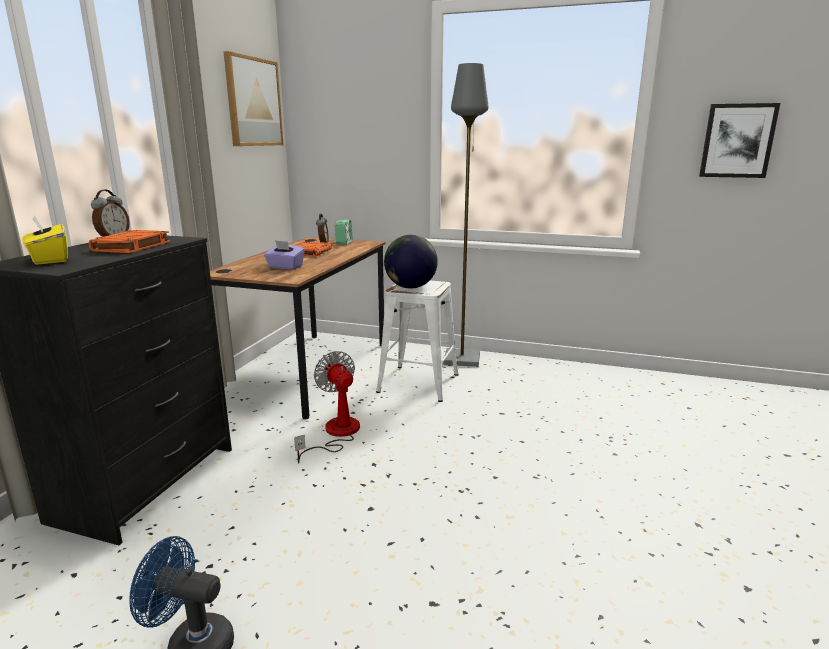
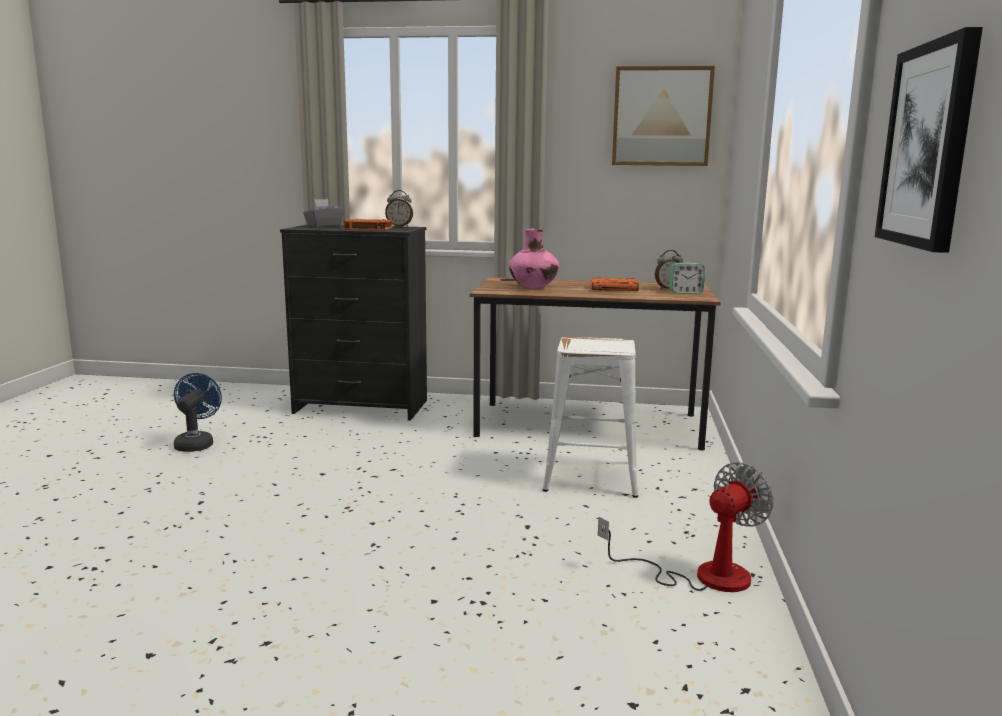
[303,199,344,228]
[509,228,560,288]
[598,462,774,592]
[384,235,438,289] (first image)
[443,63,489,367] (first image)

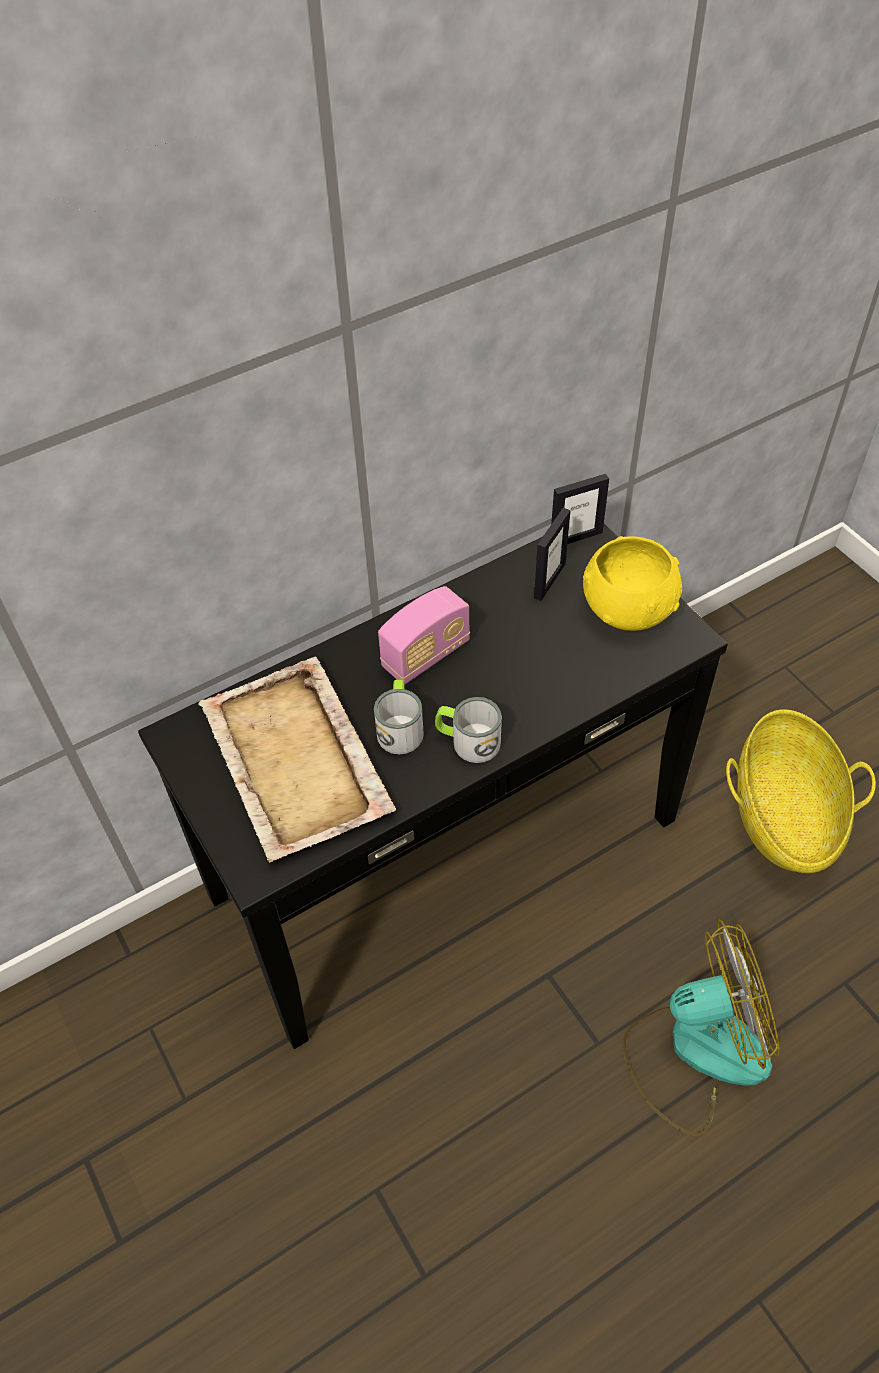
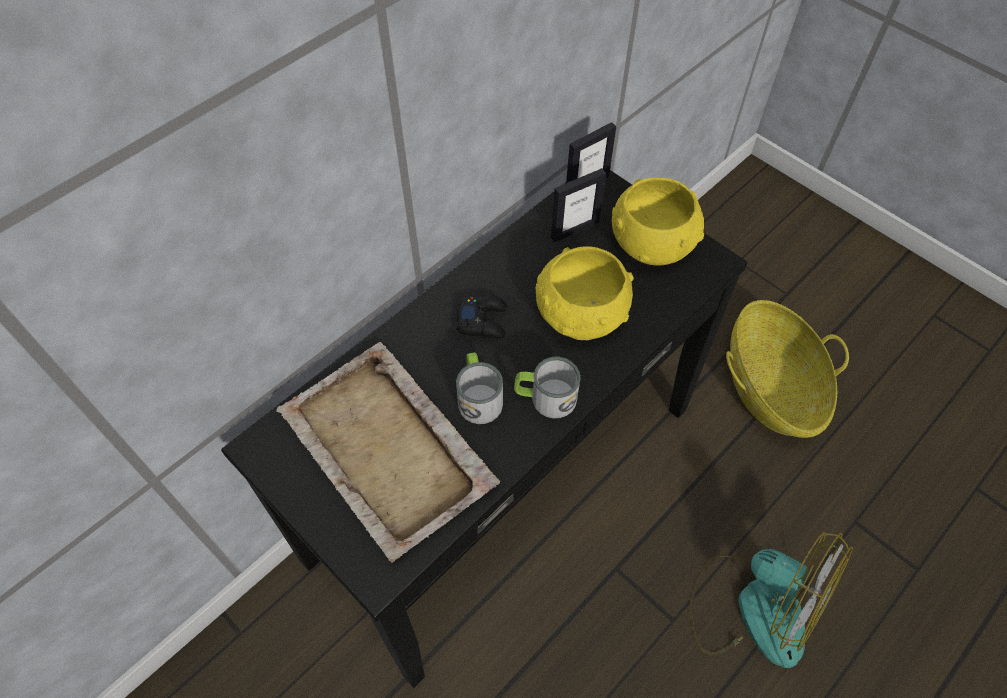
[456,295,507,339]
[536,246,634,340]
[551,168,606,242]
[689,532,853,668]

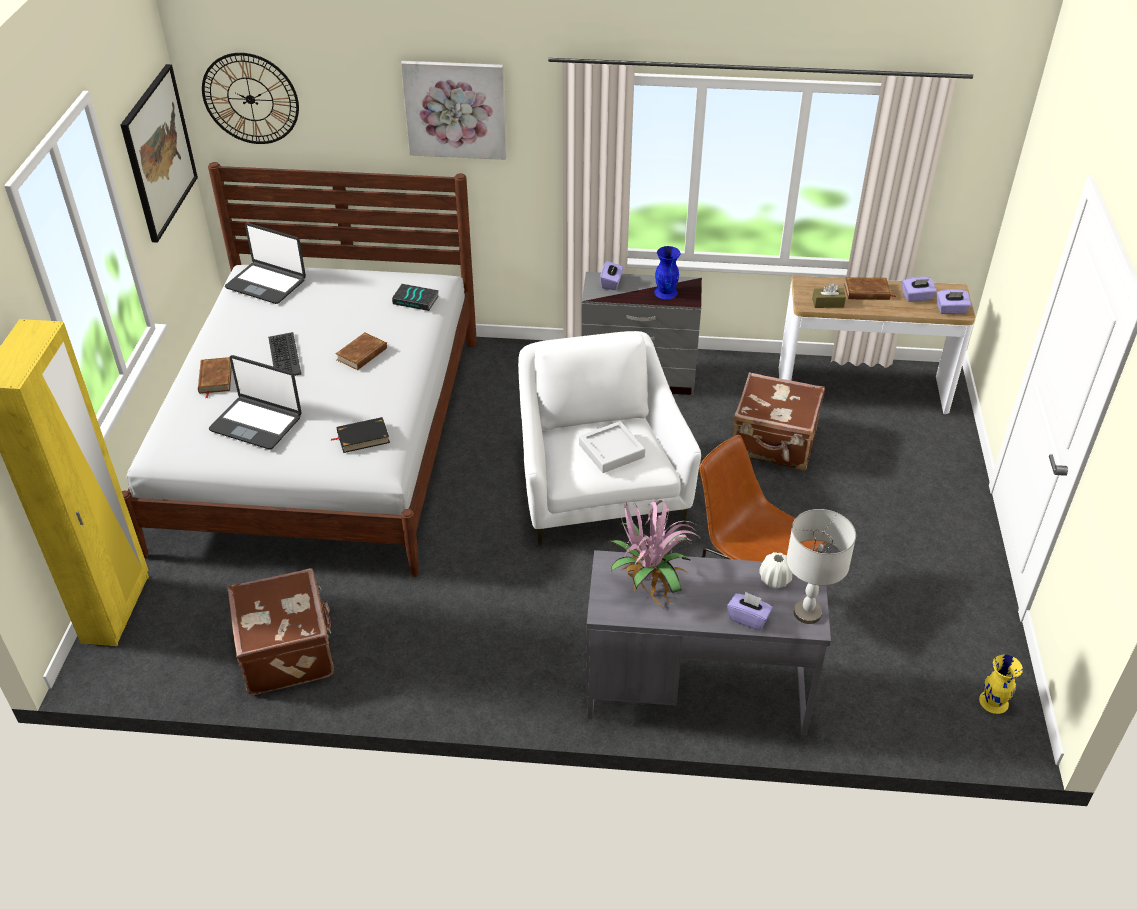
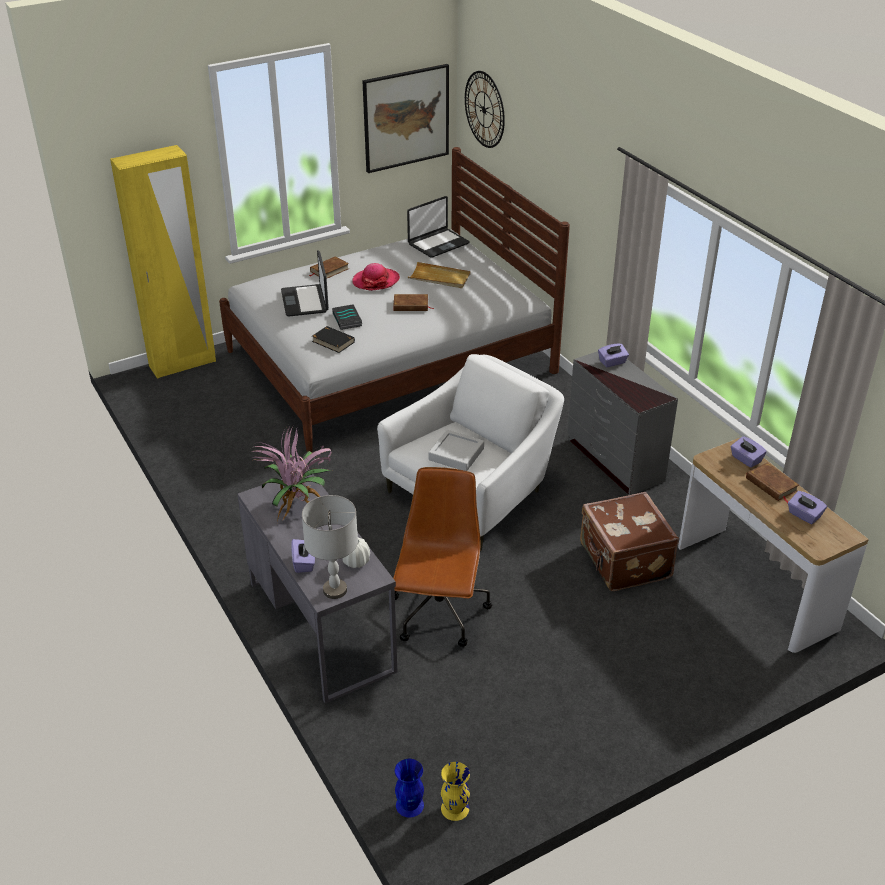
[332,304,362,330]
[352,263,400,291]
[395,759,424,818]
[407,196,470,258]
[408,262,471,288]
[731,436,767,468]
[227,568,334,695] (first image)
[401,61,507,160] (first image)
[812,283,846,308] (first image)

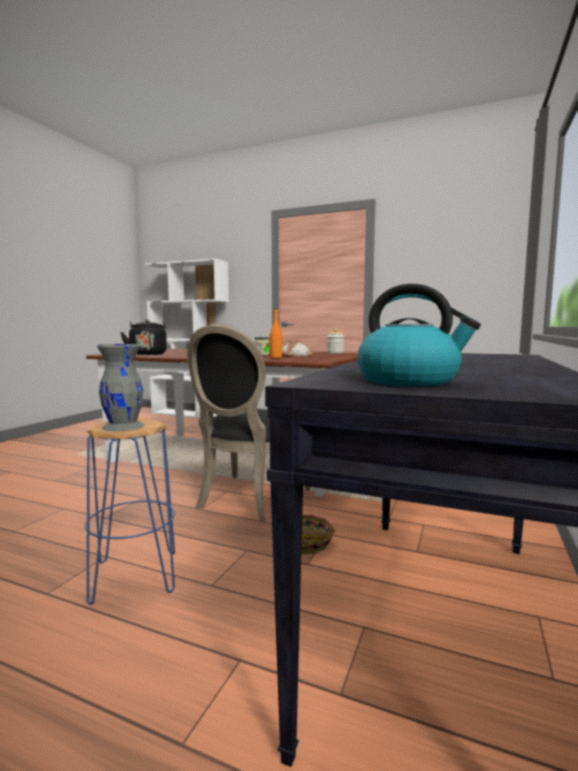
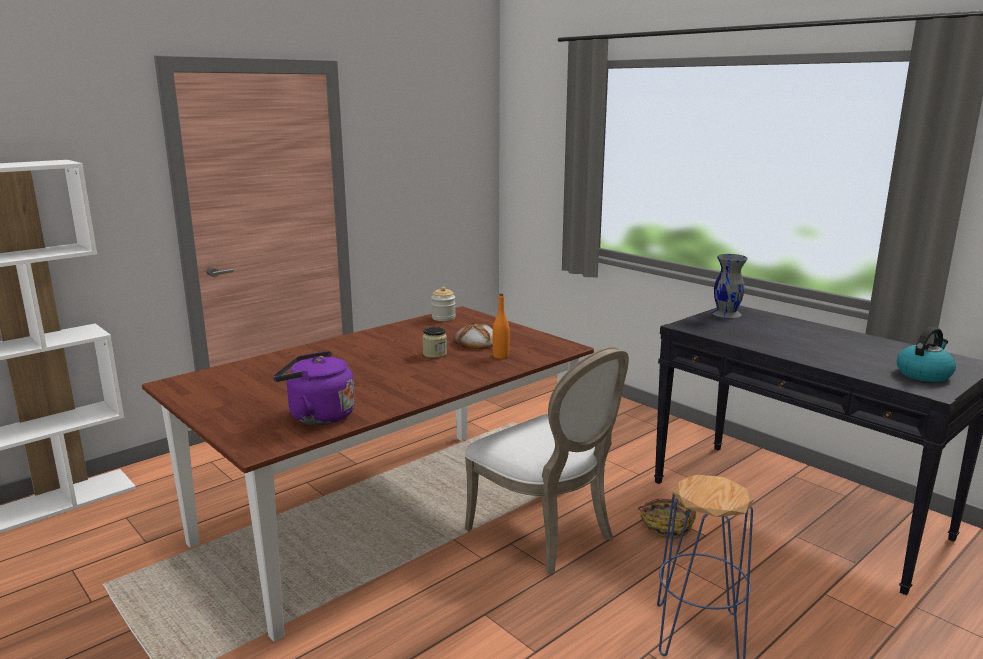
[273,351,355,425]
[465,347,629,575]
[712,254,748,318]

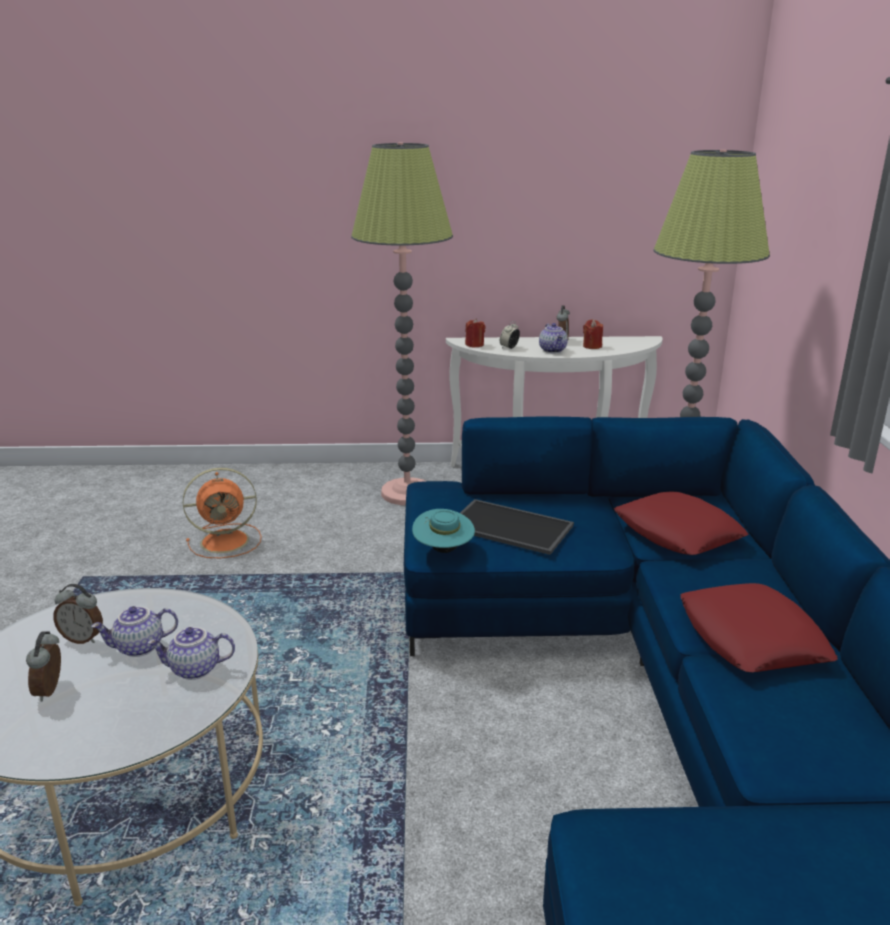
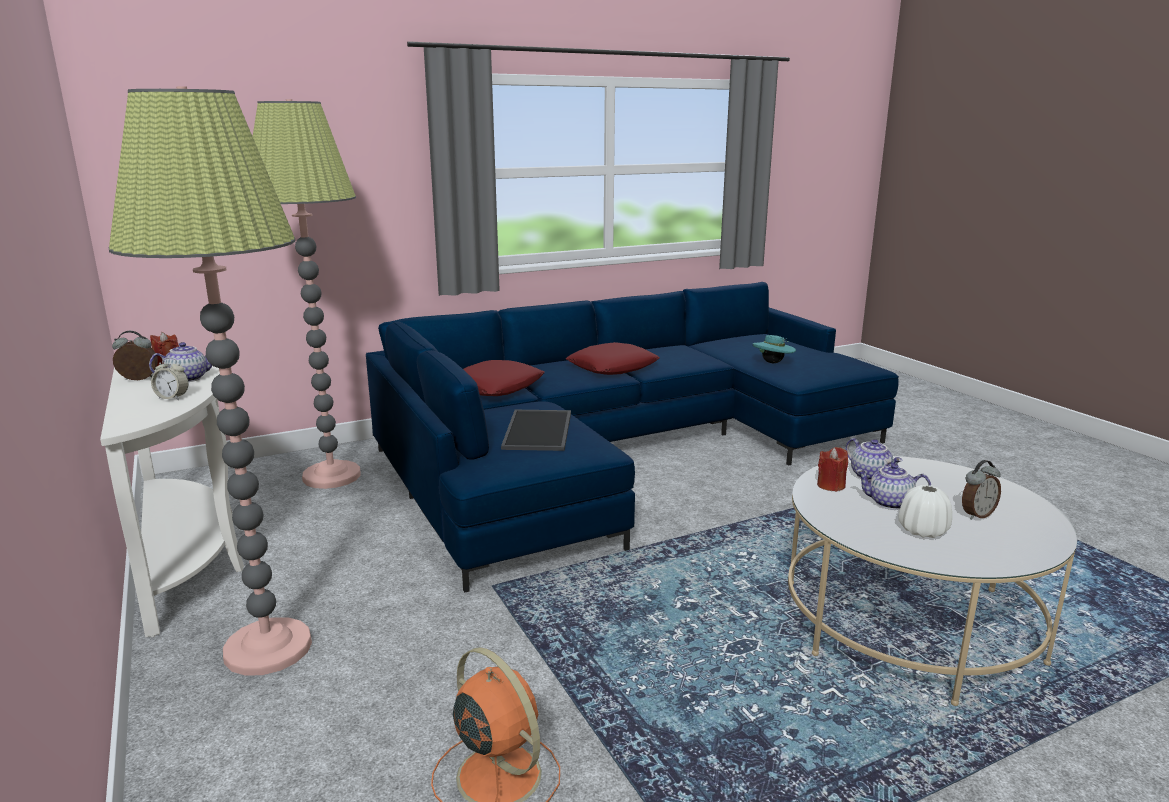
[753,335,796,363]
[817,447,848,492]
[856,463,931,510]
[898,485,952,538]

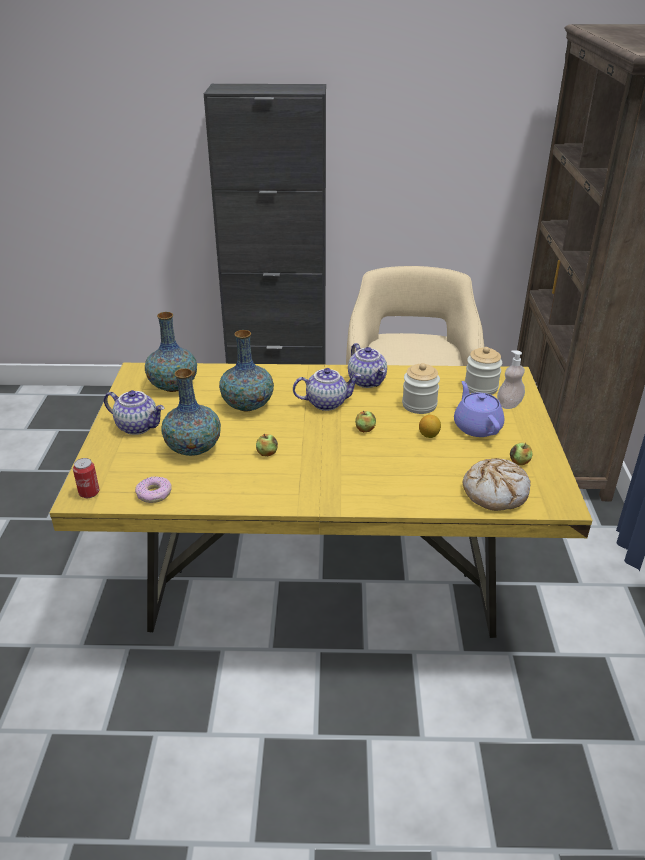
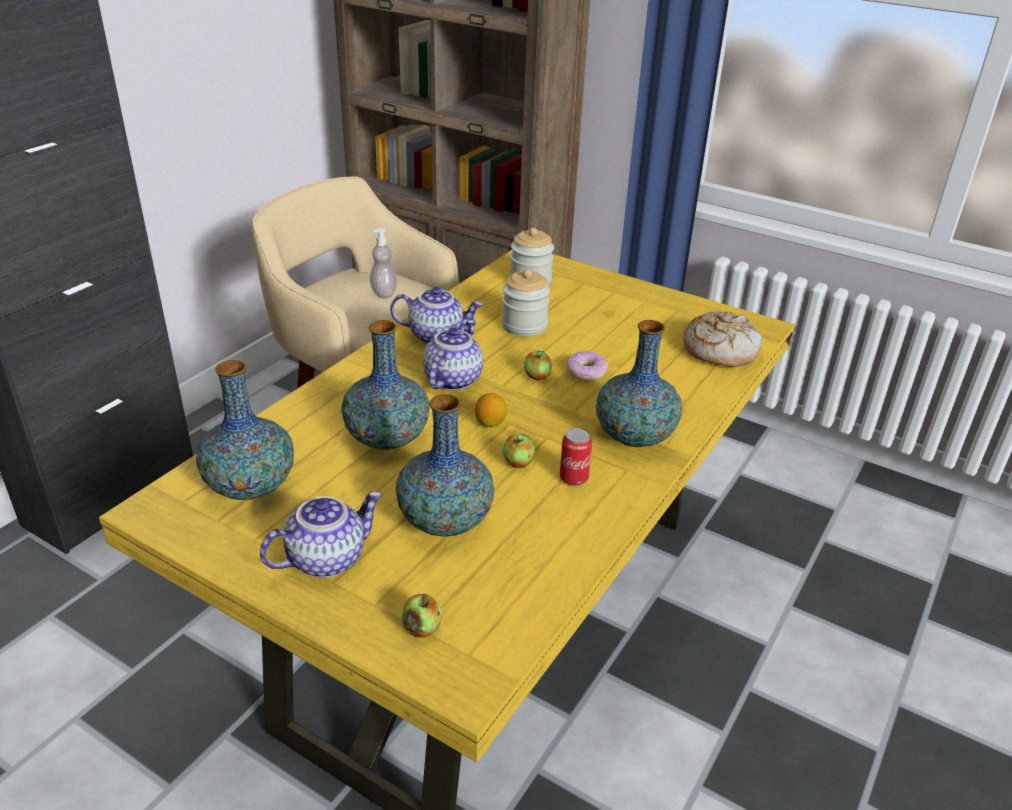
[370,228,397,298]
[401,594,442,638]
[475,393,507,427]
[560,428,592,486]
[566,351,608,381]
[596,320,682,447]
[454,381,504,437] (first image)

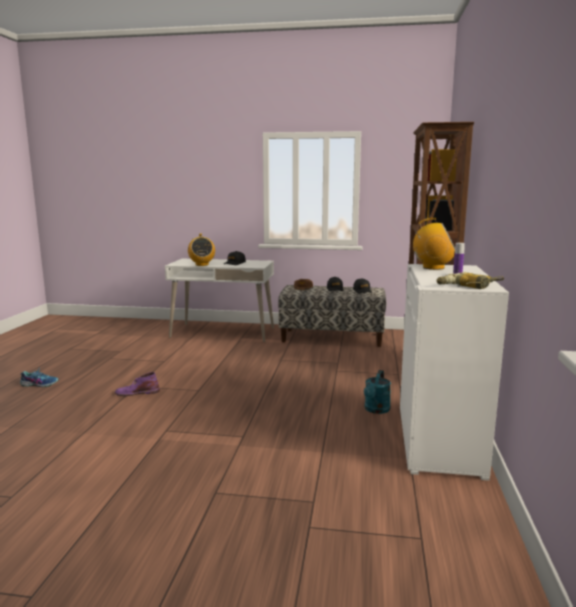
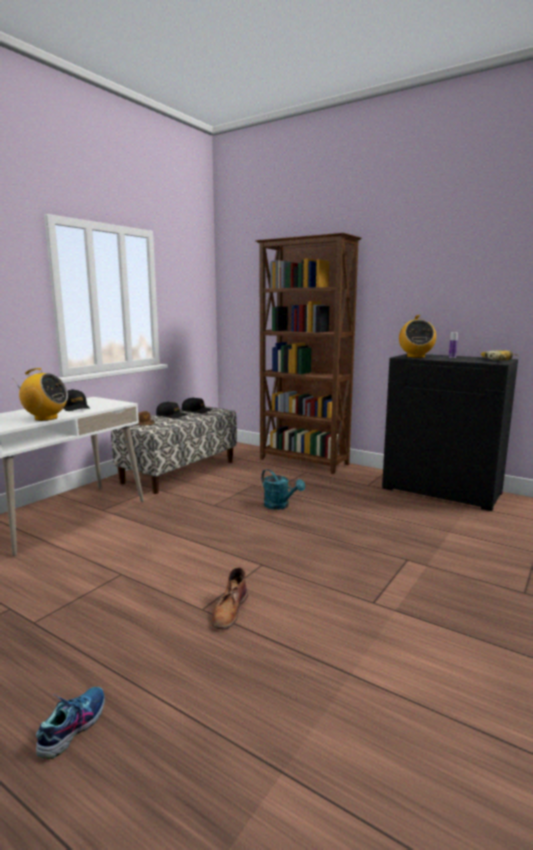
[211,567,248,629]
[261,469,305,510]
[382,354,518,511]
[399,315,436,358]

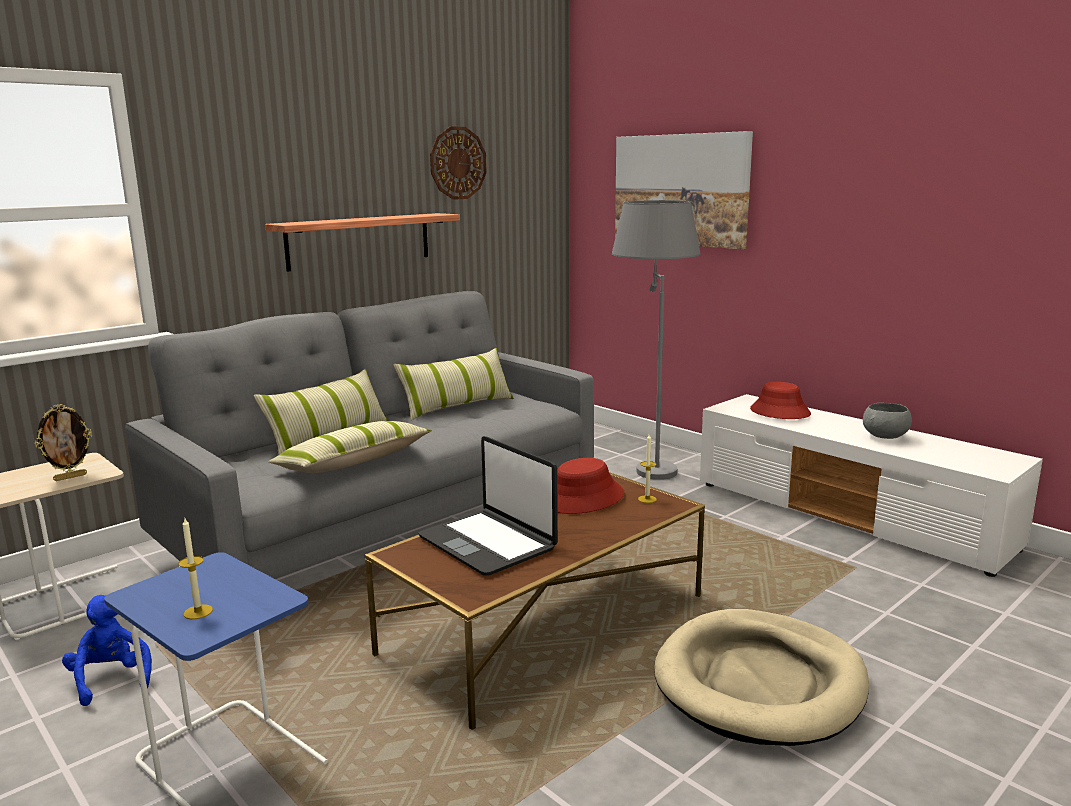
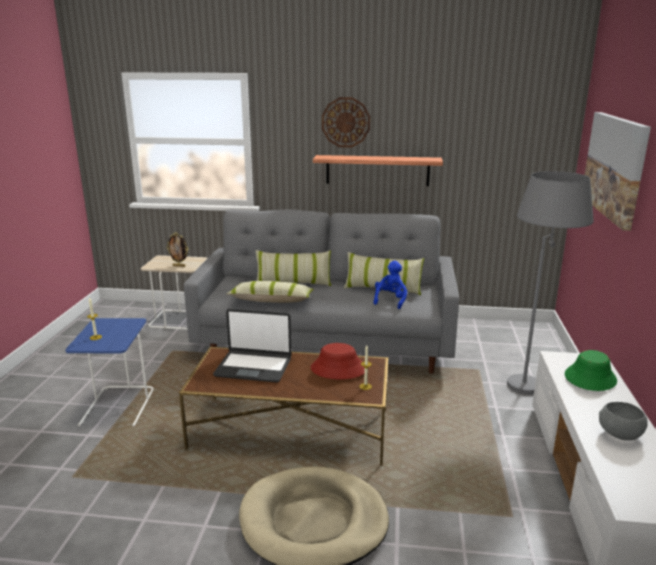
[213,309,292,383]
[322,97,370,148]
[374,260,407,309]
[565,350,617,391]

